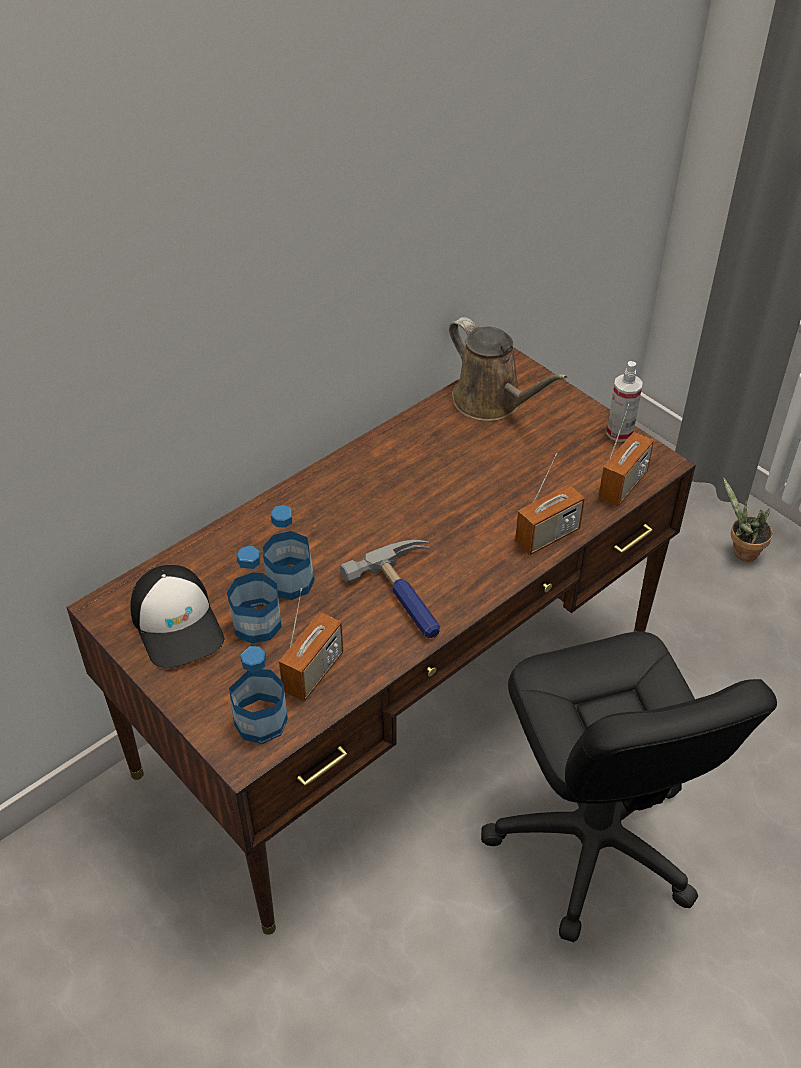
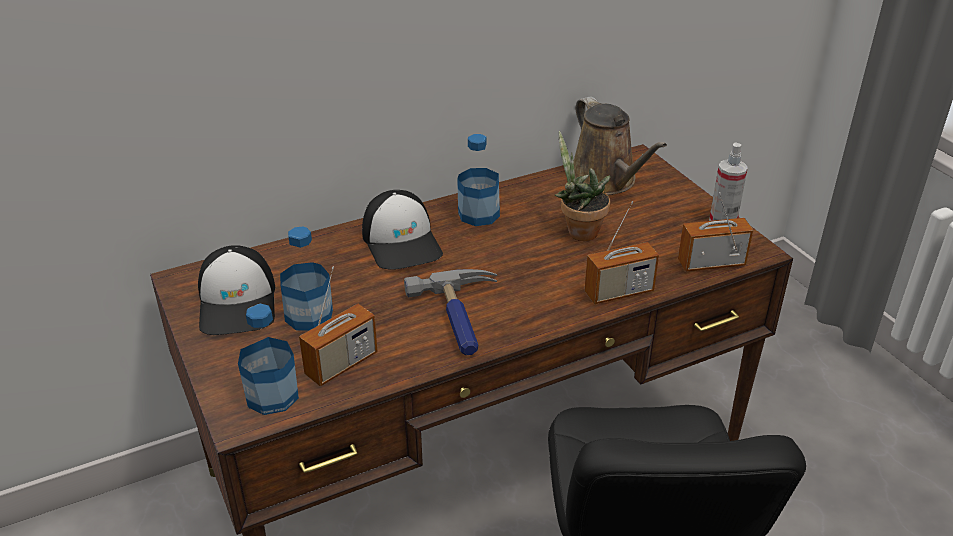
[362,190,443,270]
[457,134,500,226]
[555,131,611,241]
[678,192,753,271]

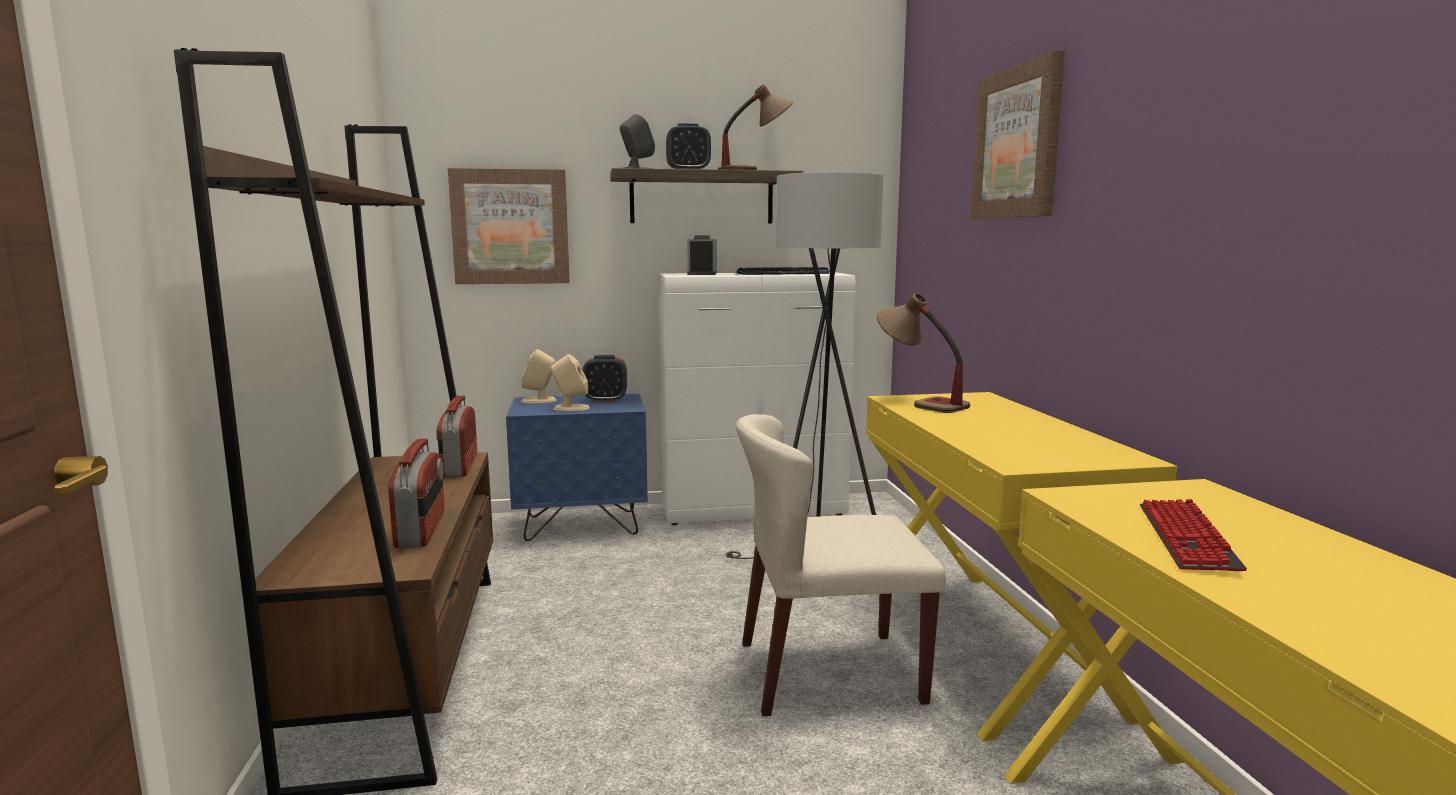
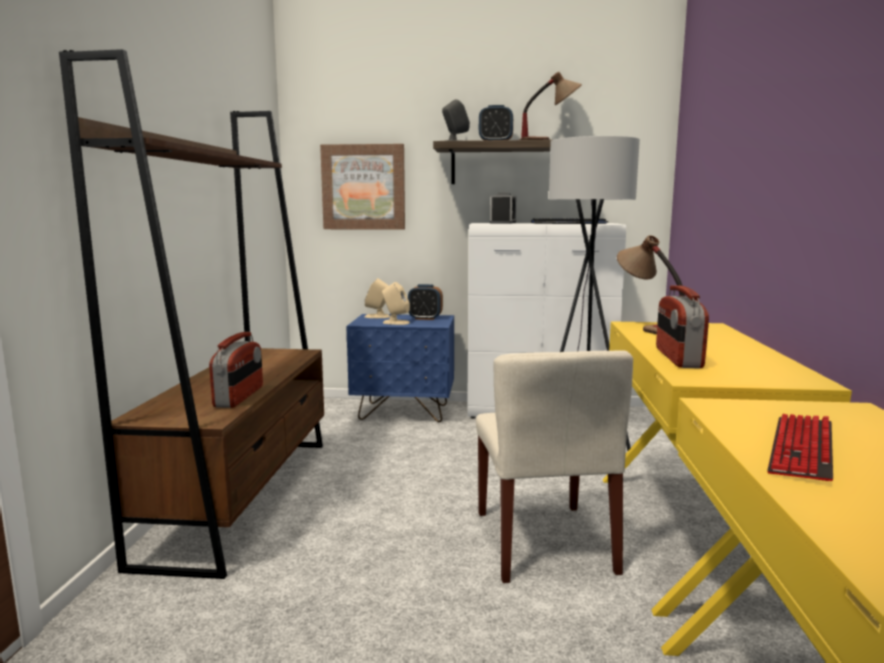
[476,350,633,583]
[656,285,709,368]
[971,50,1065,219] (first image)

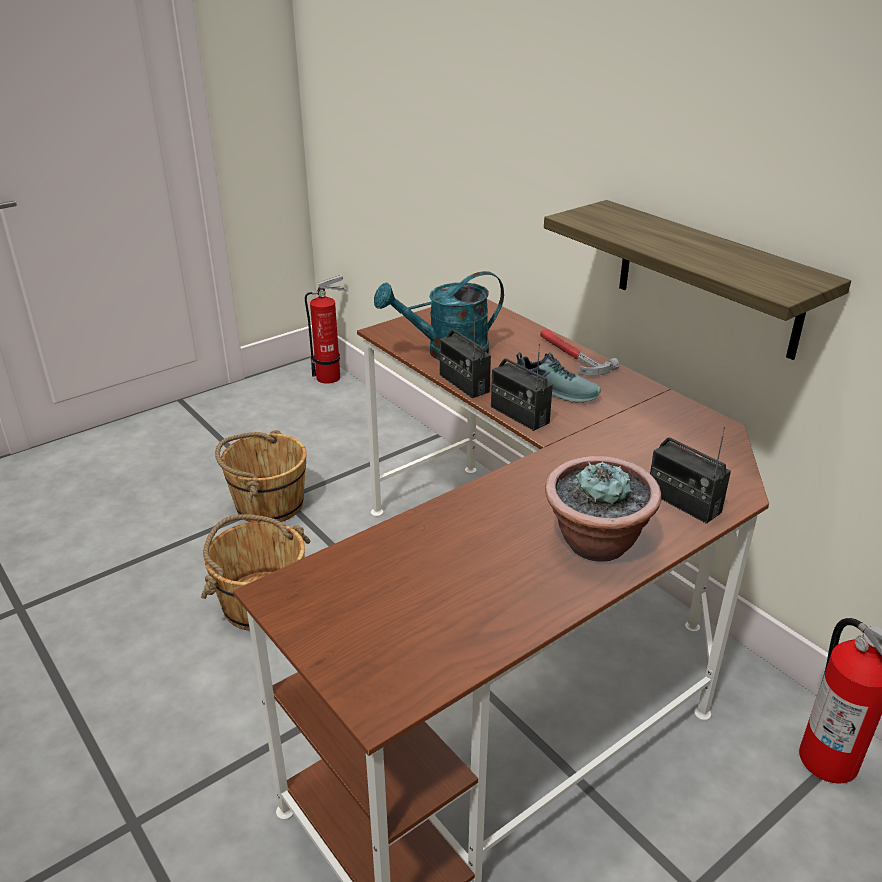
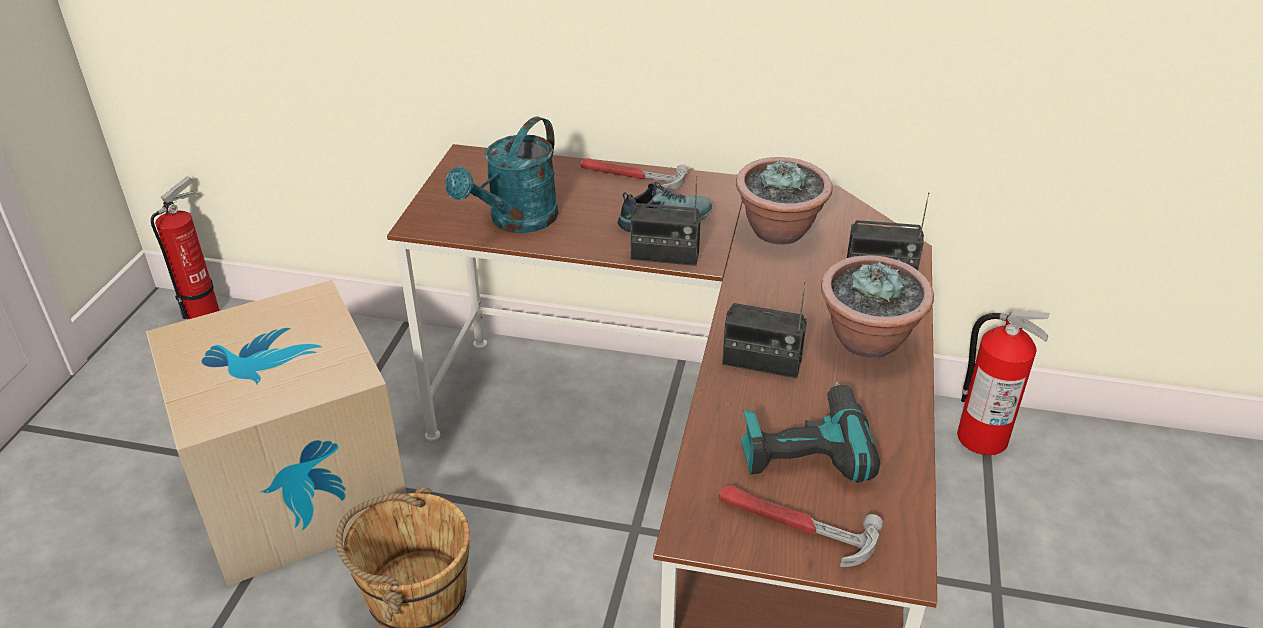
[146,280,407,586]
[719,485,883,567]
[722,282,807,378]
[736,157,833,245]
[741,382,880,483]
[544,200,851,360] (first image)

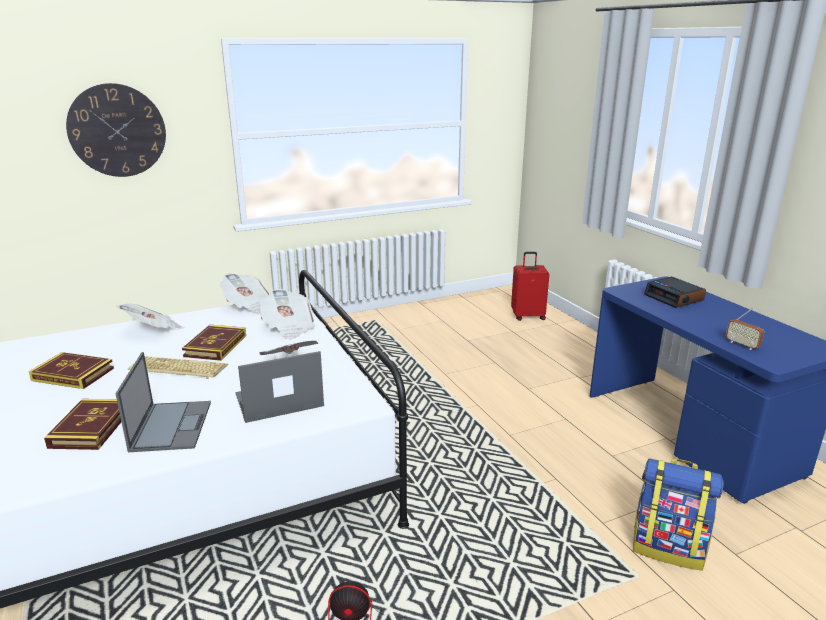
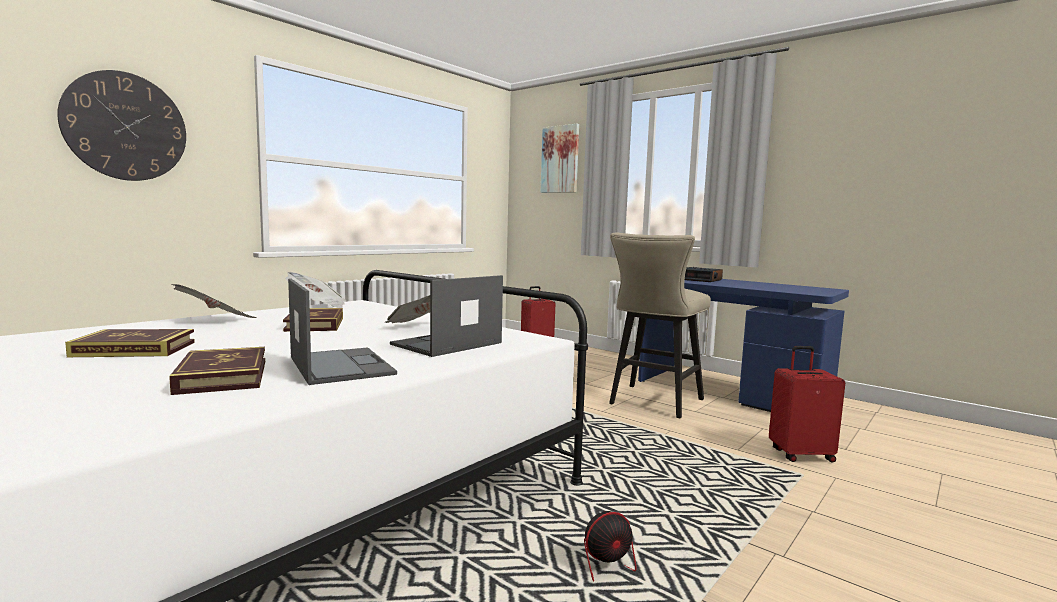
[541,124,579,193]
[609,233,711,418]
[769,346,845,463]
[128,356,228,379] (first image)
[260,289,315,340] (first image)
[726,308,764,350] (first image)

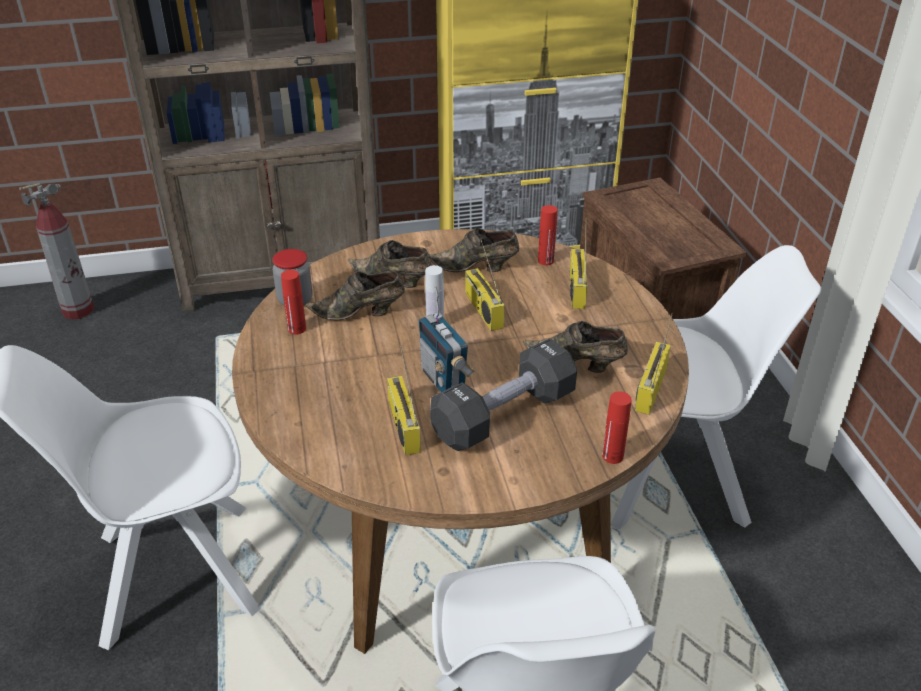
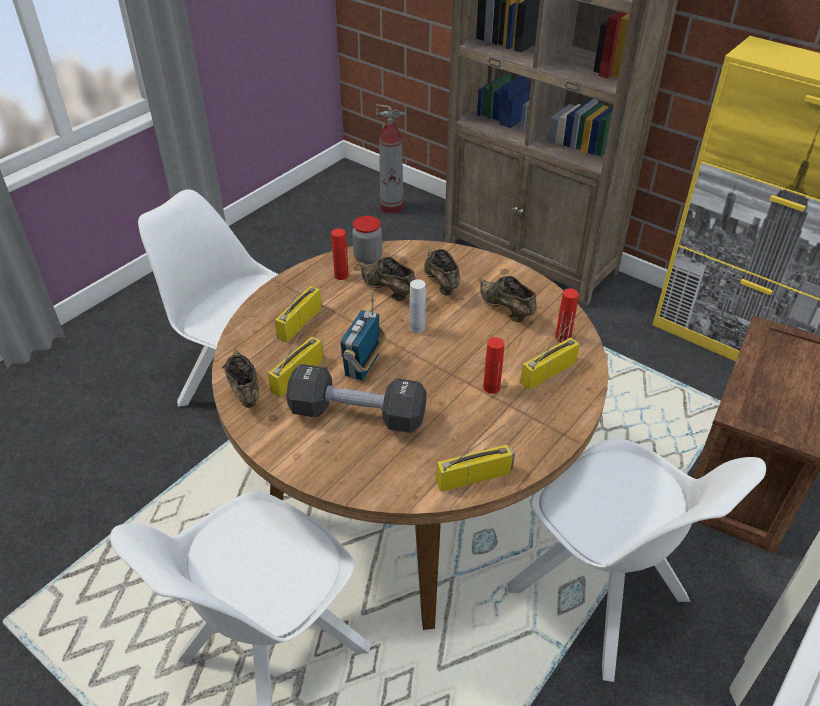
[222,349,259,408]
[275,264,322,342]
[483,337,504,394]

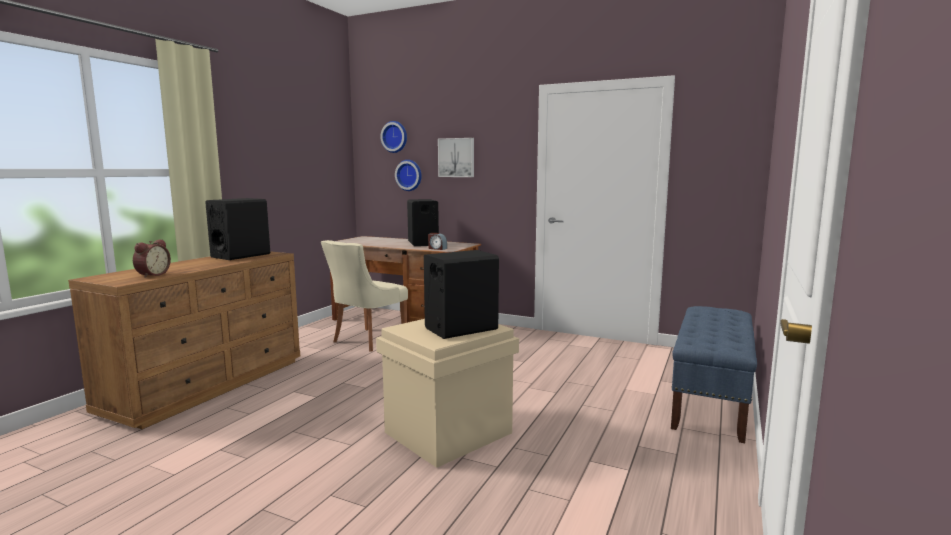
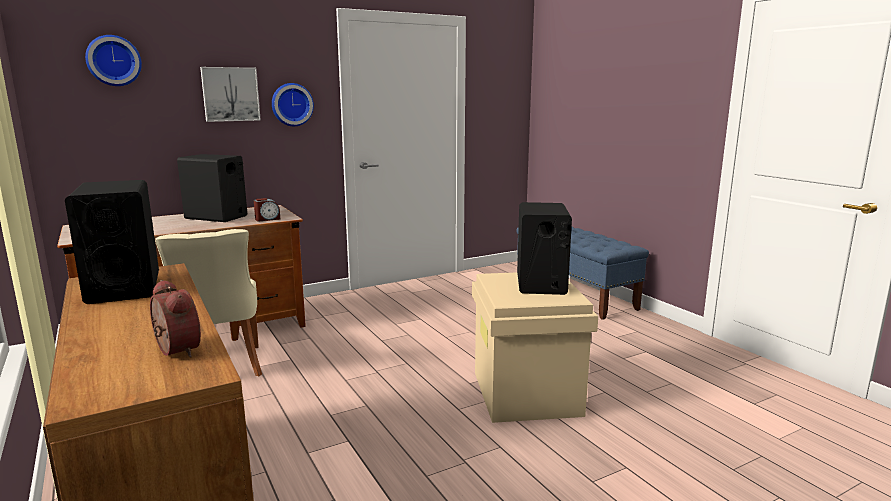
[272,83,314,126]

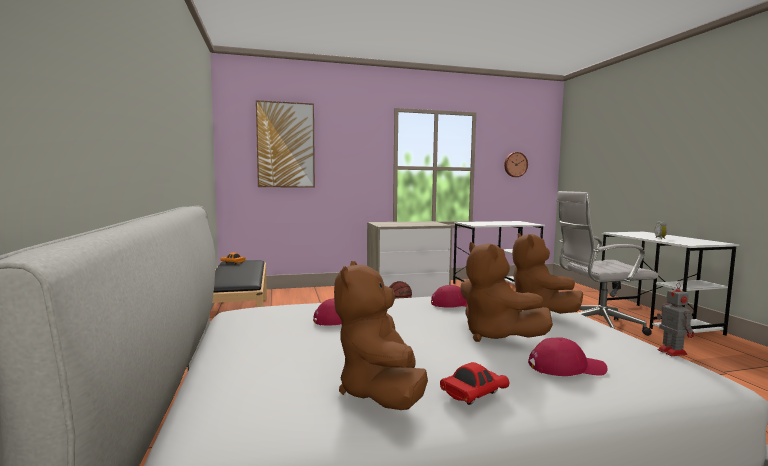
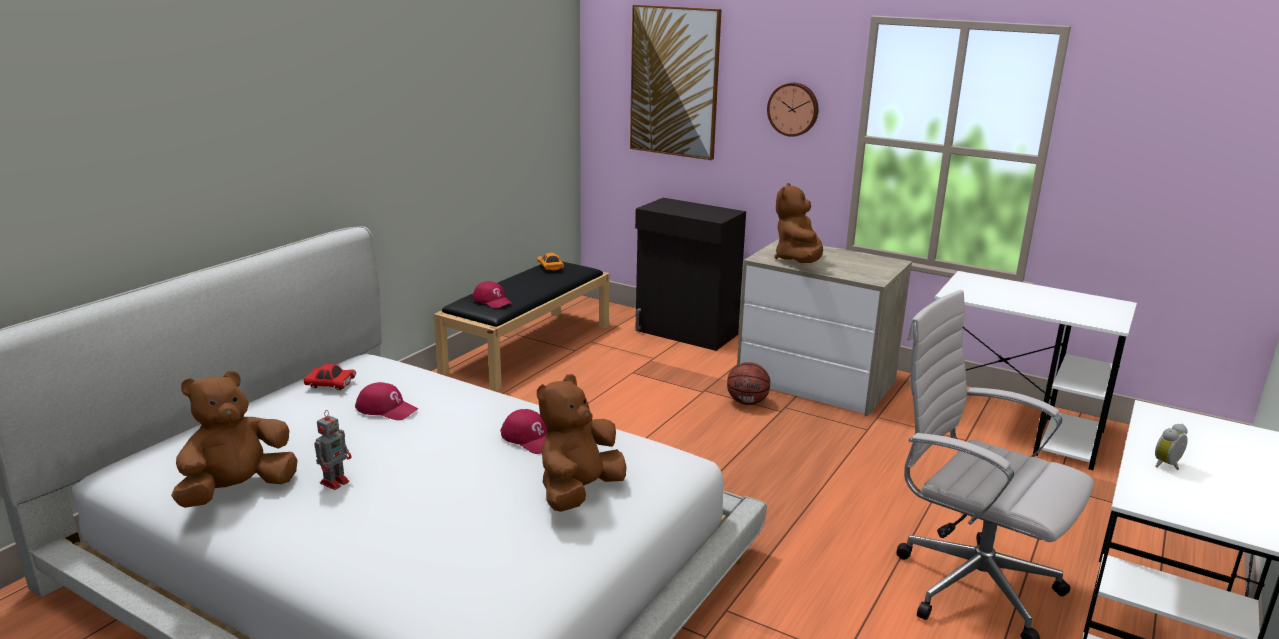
[304,364,356,390]
[315,410,351,490]
[472,281,513,308]
[635,198,746,351]
[767,83,819,137]
[774,183,823,263]

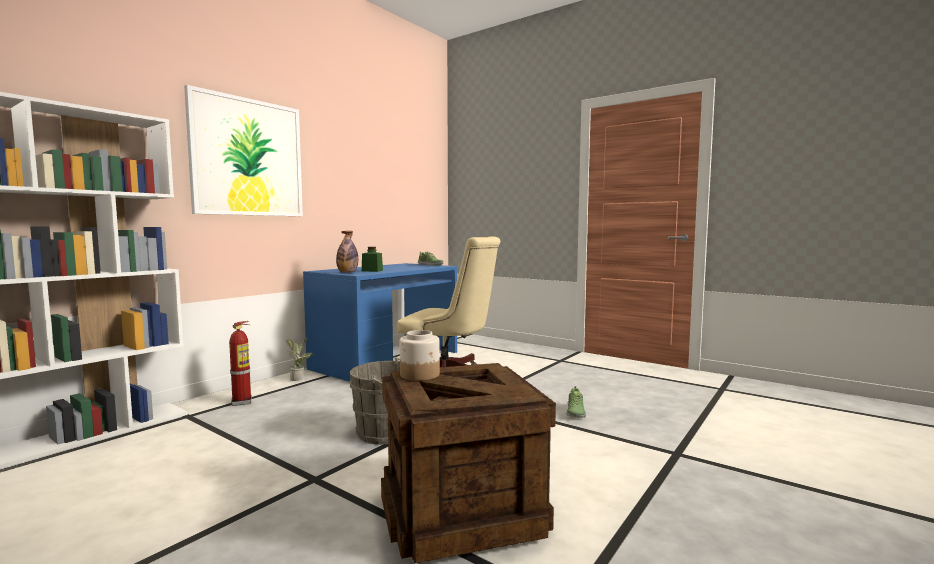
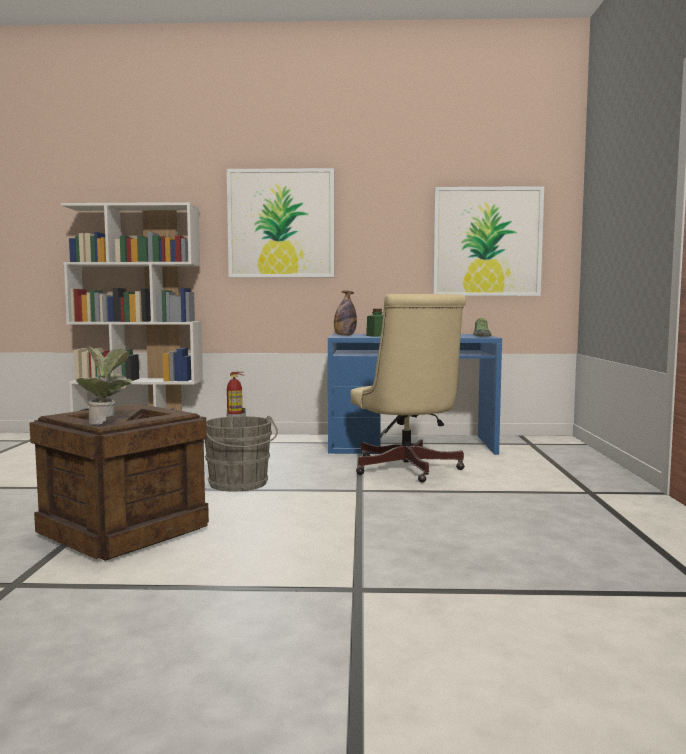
[76,345,132,425]
[433,186,544,296]
[400,330,440,381] (first image)
[566,386,586,418] (first image)

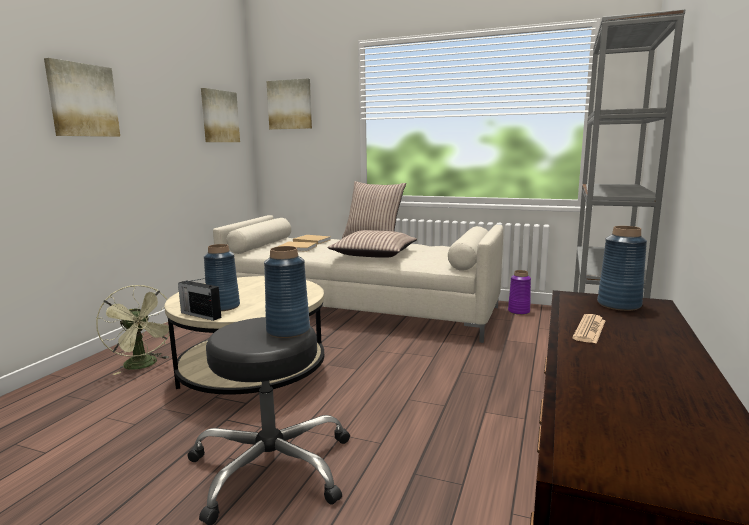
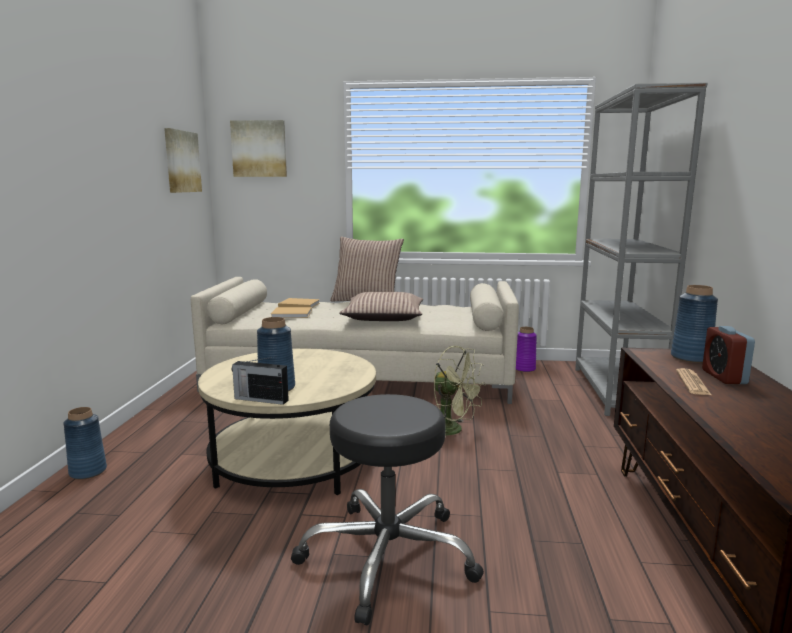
[63,407,107,480]
[434,346,485,436]
[702,326,755,384]
[44,58,120,137] (first image)

